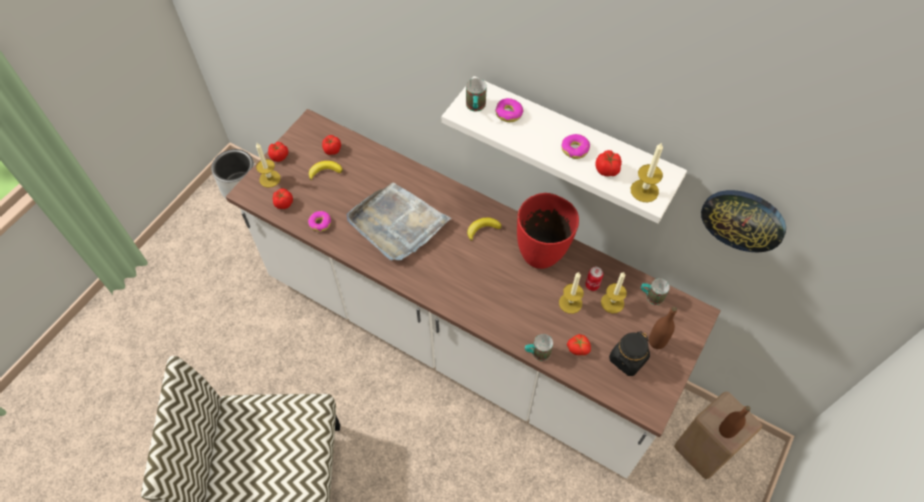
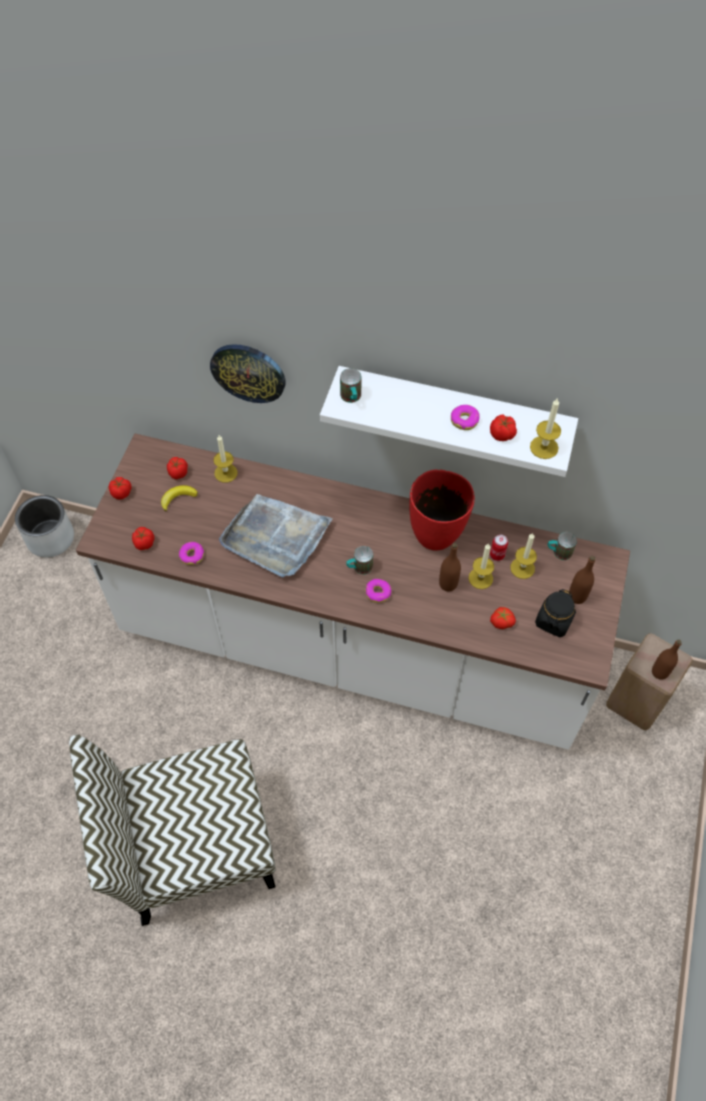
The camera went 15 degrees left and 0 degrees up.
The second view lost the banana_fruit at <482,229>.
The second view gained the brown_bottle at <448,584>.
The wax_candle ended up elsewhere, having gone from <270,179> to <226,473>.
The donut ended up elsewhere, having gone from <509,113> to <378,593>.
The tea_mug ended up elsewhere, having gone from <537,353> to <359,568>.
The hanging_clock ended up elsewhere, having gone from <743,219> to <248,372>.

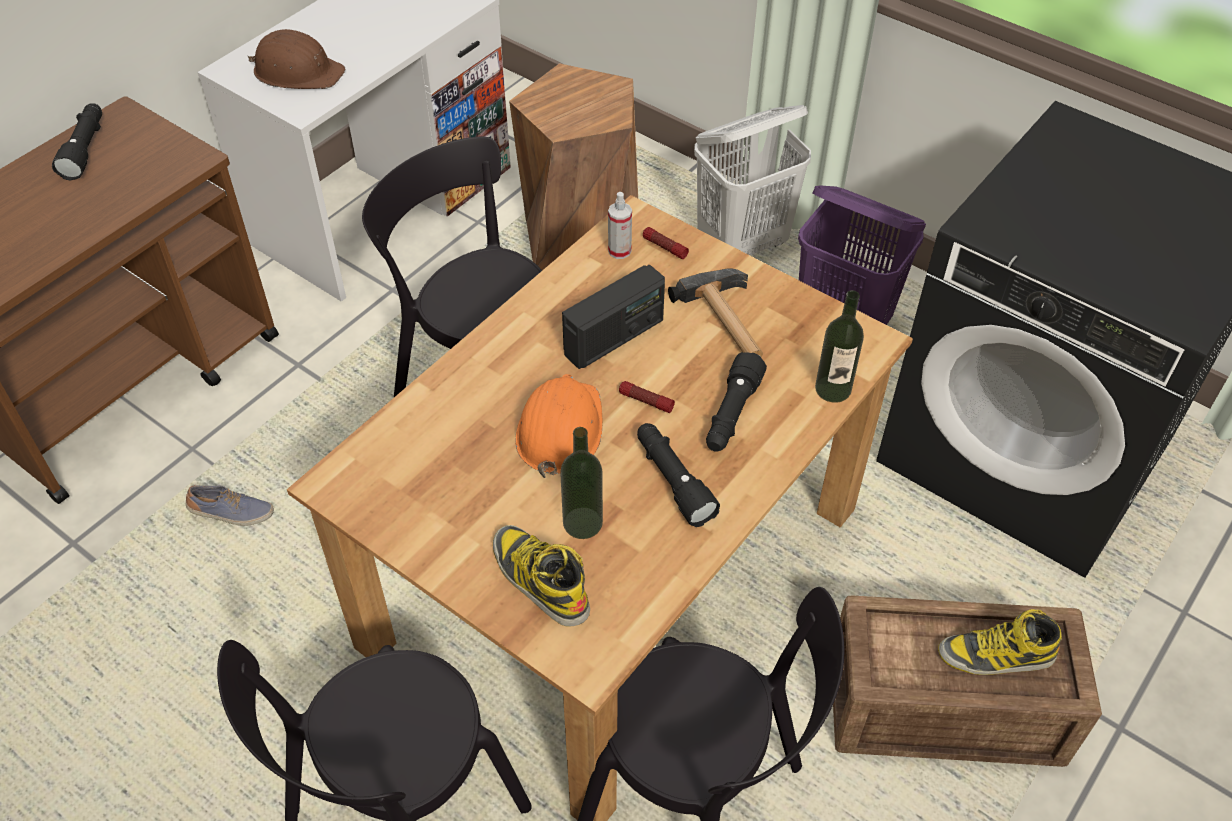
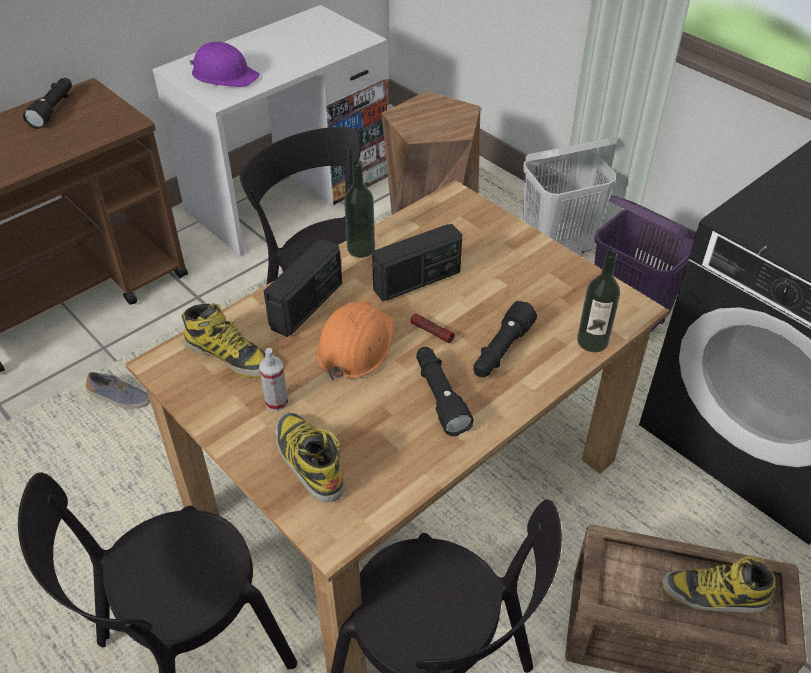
The camera went 10 degrees right and 5 degrees down.
The second view lost the hand_torch at <664,247>.
The second view lost the tool_hammer at <728,323>.
The second view gained the tall_boot at <230,355>.
The second view gained the radio at <307,306>.
The bottle ended up elsewhere, having gone from <582,523> to <361,249>.
The hand_sprayer ended up elsewhere, having gone from <619,251> to <276,402>.
What was the brown_work_helmet at <297,72> turned into the purplish_work_helmet at <224,75>.

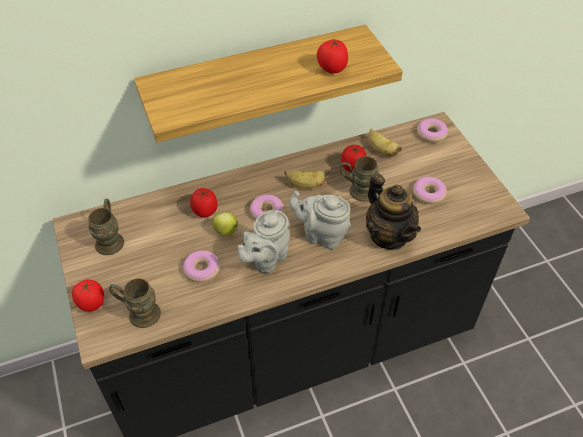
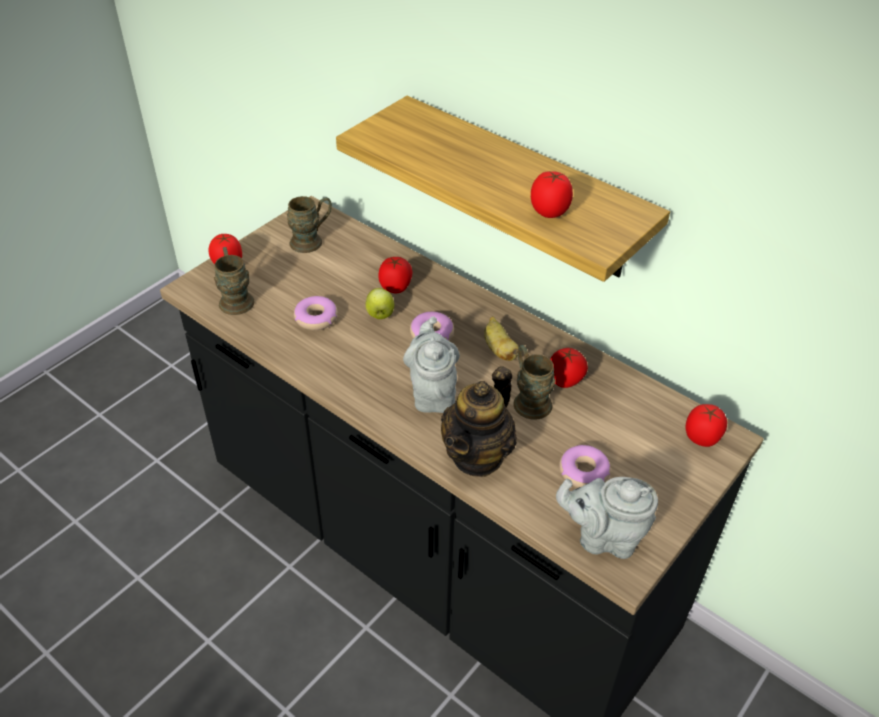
The camera went 60 degrees right and 5 degrees down.
The second view lost the banana_fruit at <381,150>.
The greyish_tea_pot ended up elsewhere, having gone from <265,260> to <603,537>.
Where the donut stood at <431,134>, the whole_tomato came to stand at <702,438>.

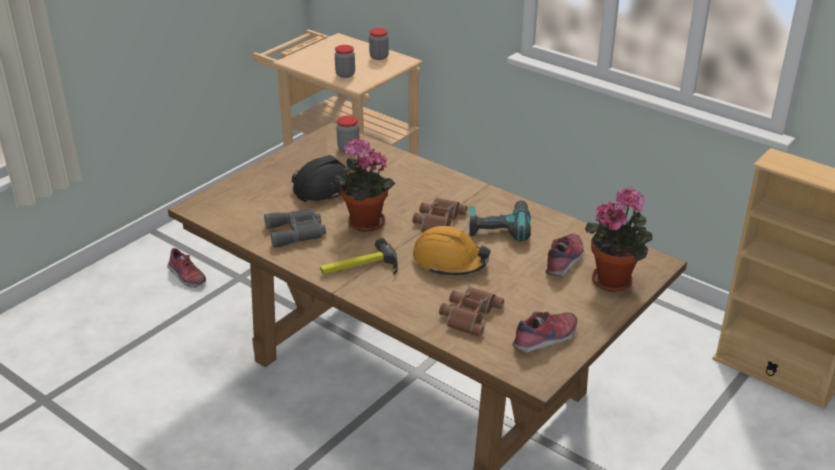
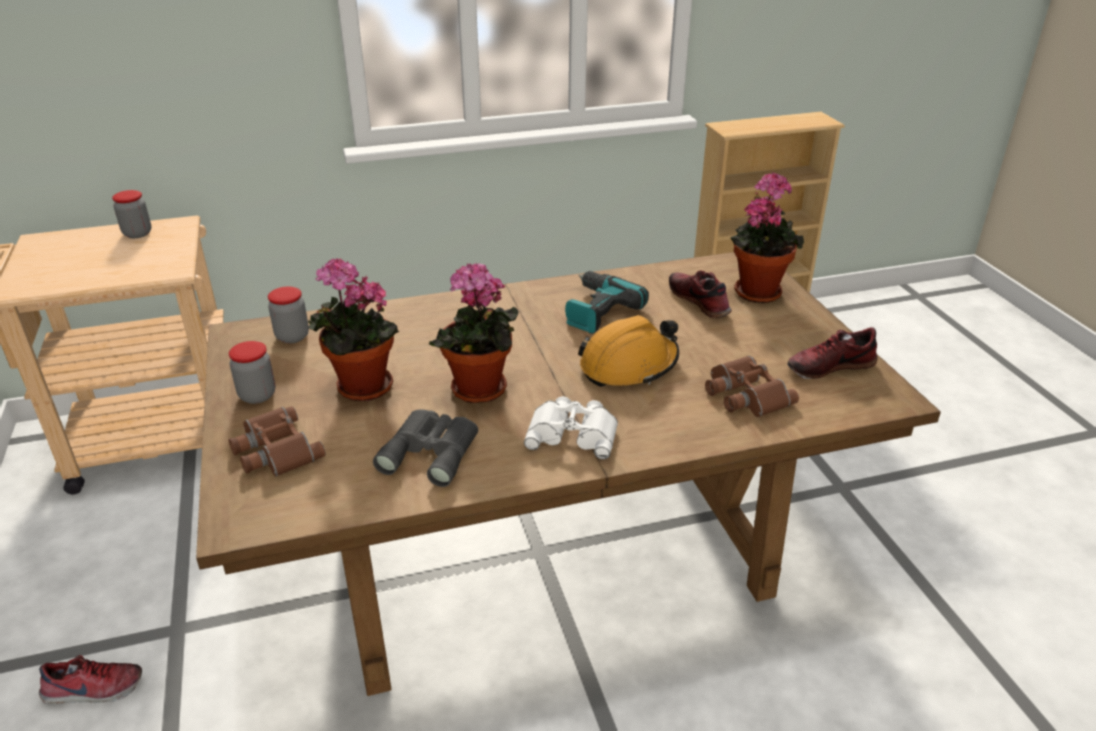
The camera went 55 degrees left and 0 degrees up.
The preserve_jar ended up elsewhere, having gone from <345,74> to <257,395>.
The brown_field_glasses ended up elsewhere, having gone from <438,221> to <274,450>.
Where the black_work_helmet stood at <326,188>, the plant_in_a_pot came to stand at <360,388>.
Where the tool_hammer stood at <359,268>, the white_field_glasses came to stand at <573,433>.
The low_shoe at <546,339> ended up facing another way, 105 degrees counterclockwise from before.

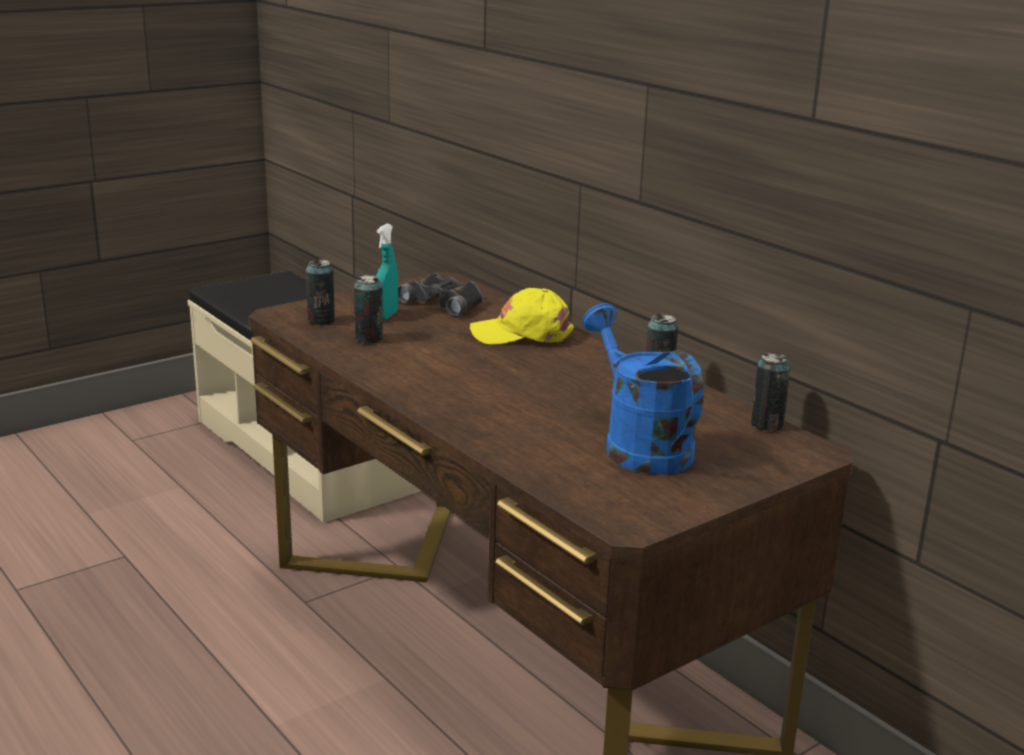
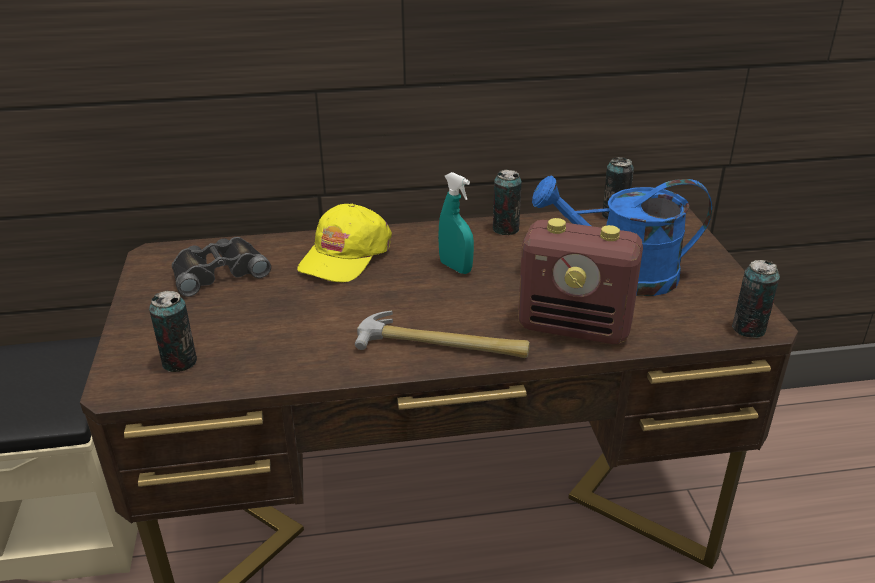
The camera went 60 degrees left and 10 degrees up.
The second view gained the tool_hammer at <442,345>.
The second view gained the radio at <575,327>.
The sealed_can ended up elsewhere, having gone from <368,339> to <748,329>.
The turquoise_hand_sprayer ended up elsewhere, having gone from <386,316> to <455,267>.

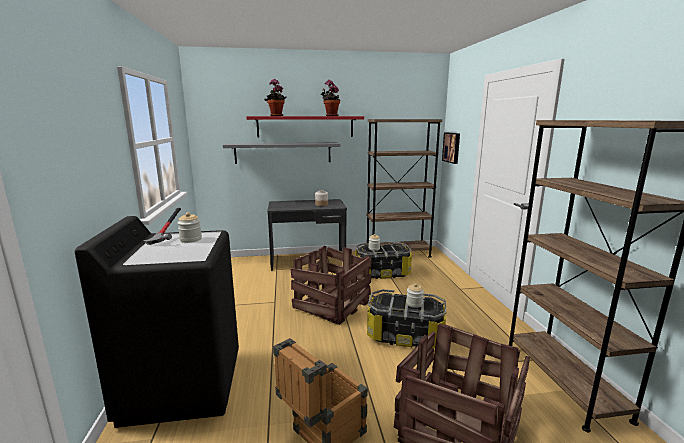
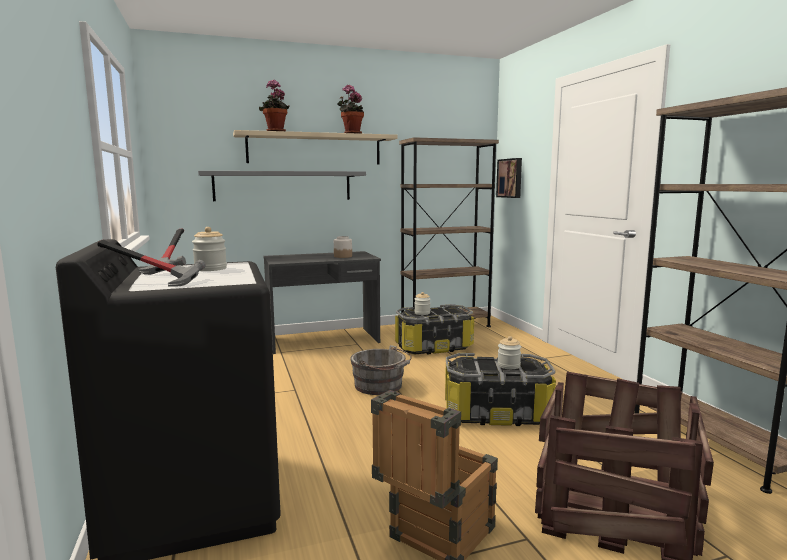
The camera went 10 degrees left and 5 degrees down.
The second view gained the tool_hammer at <158,281>.
Where the packing_crate stood at <332,304>, the greyish_pail came to stand at <381,386>.
What was the red_wall_shelf at <305,126> turned into the beige-coloured_wall_shelf at <315,149>.

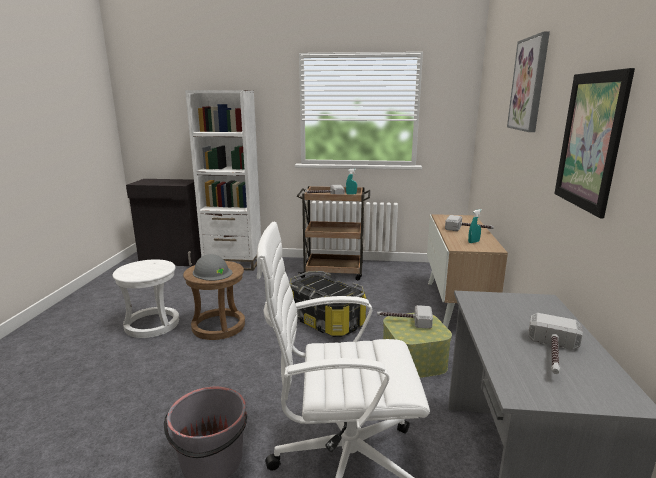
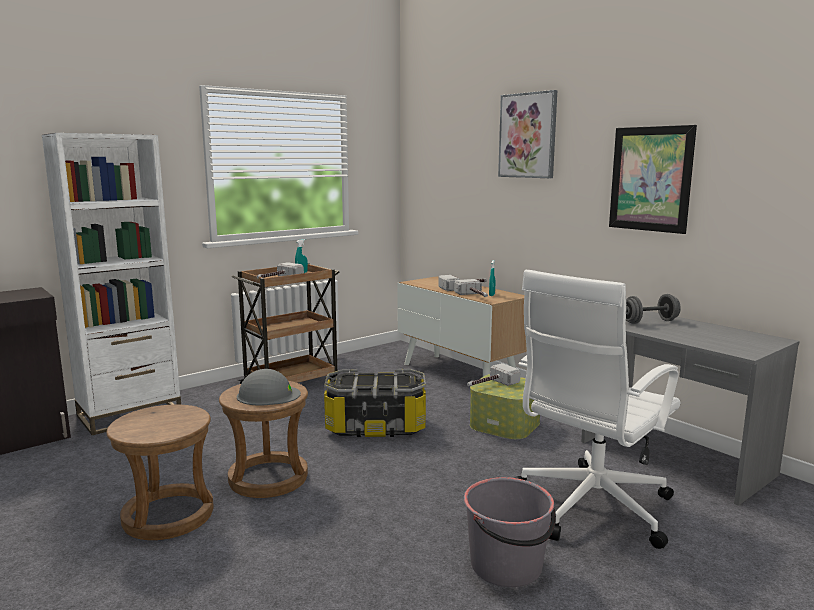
The camera went 45 degrees left and 5 degrees down.
The second view gained the greyish_dumbbell at <649,322>.
The tool_hammer ended up elsewhere, having gone from <553,356> to <474,296>.
What was the white_stool at <152,324> turned into the brown_stool at <169,515>.

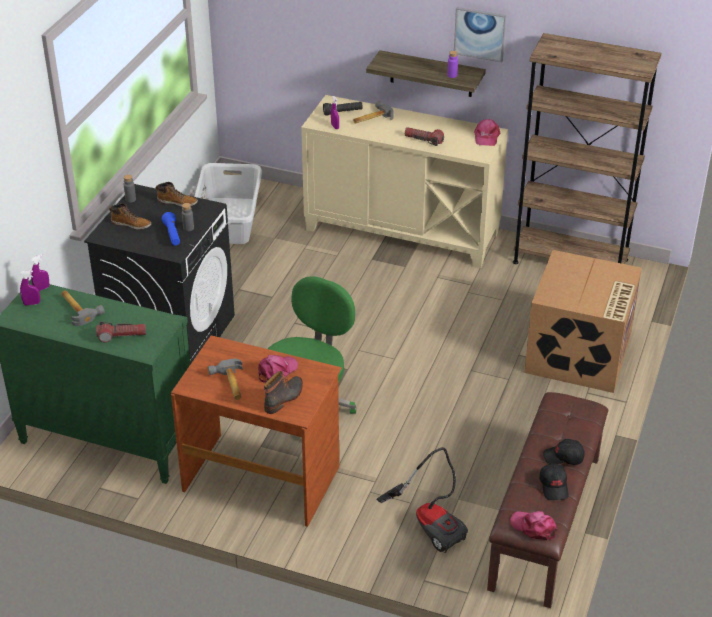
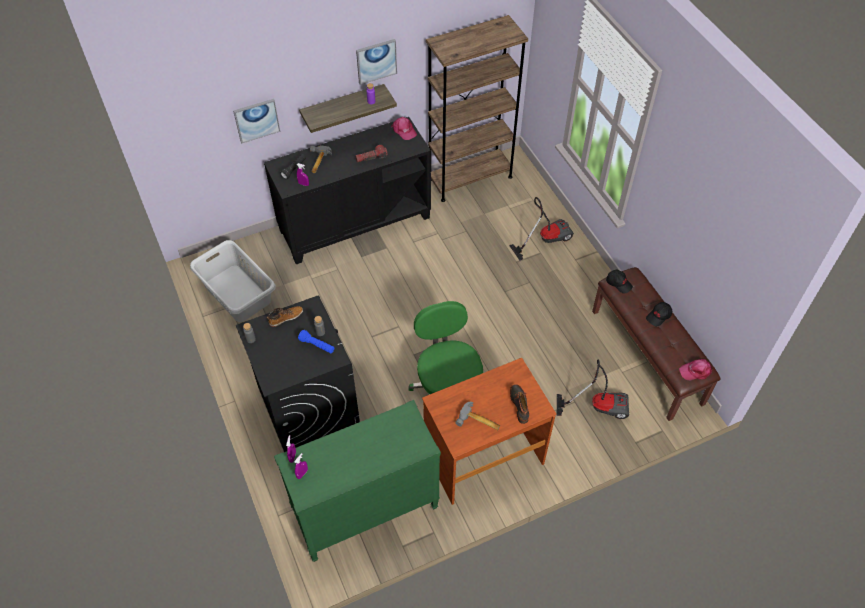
The camera went 45 degrees left and 15 degrees up.
The second view lost the tool_hammer at <79,308>.
The second view lost the hand_torch at <122,336>.
The second view lost the tall_boot at <131,224>.
The second view lost the pink_peaked_cap at <277,371>.
The second view gained the picture at <256,120>.
The black_peaked_cap ended up elsewhere, having gone from <554,486> to <619,283>.
Where the packing_box stood at <579,355>, the vacuum came to stand at <545,238>.
What was the beige-coloured_storage_cabinet at <402,231> turned into the black_storage_cabinet at <354,223>.

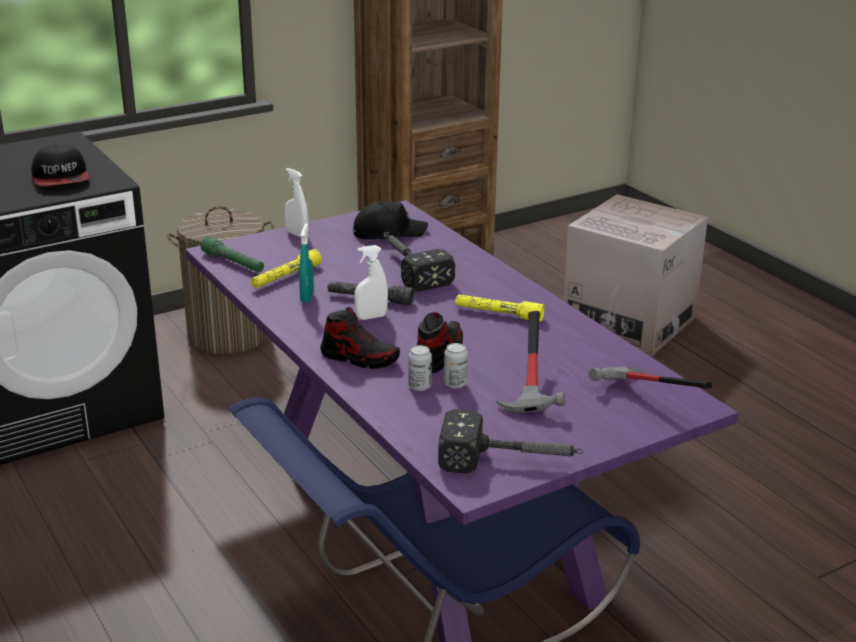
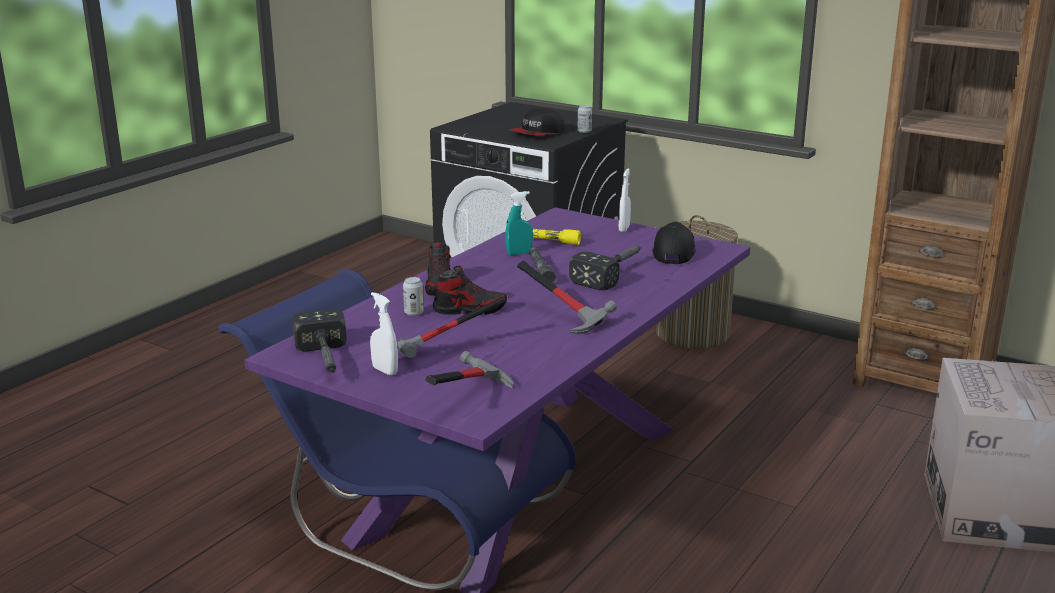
The camera went 65 degrees right and 5 degrees down.
The second view lost the greenish_hand_torch at <233,263>.
The white_hand_sprayer ended up elsewhere, having gone from <371,317> to <385,370>.
The sealed_can ended up elsewhere, having gone from <455,384> to <584,131>.
Where the yellow-coloured_hand_torch stood at <498,314>, the tool_hammer came to stand at <567,316>.
The black_peaked_cap at <388,232> ended up facing another way, 135 degrees counterclockwise from before.

